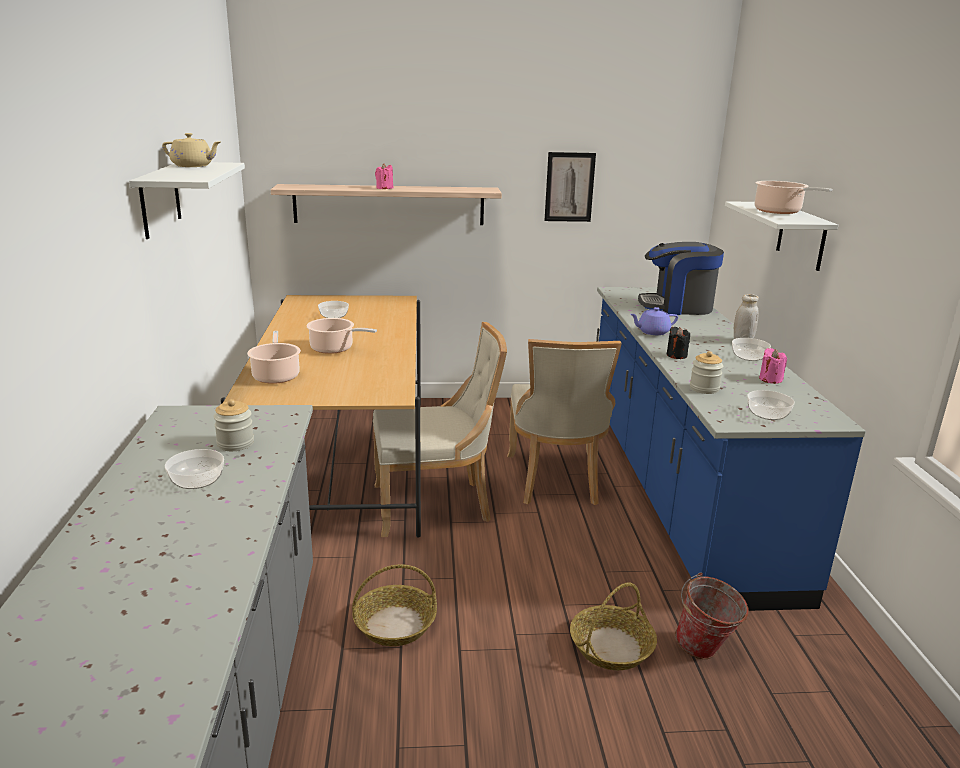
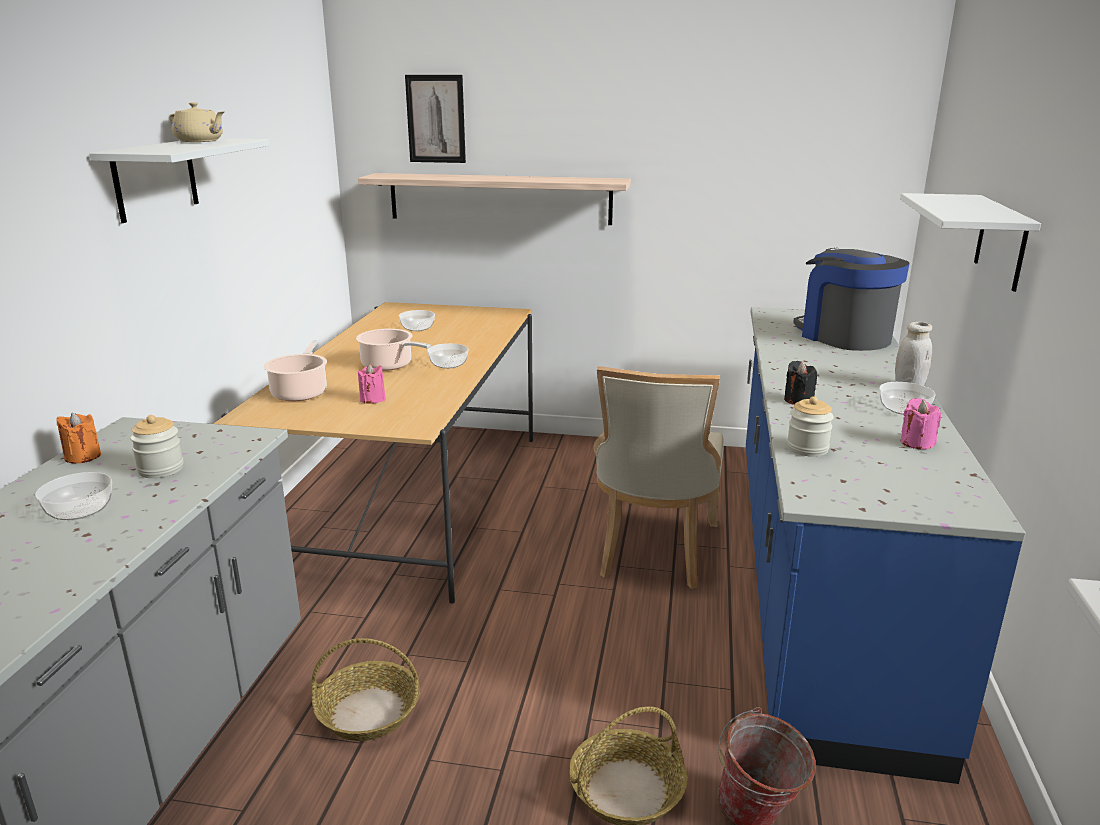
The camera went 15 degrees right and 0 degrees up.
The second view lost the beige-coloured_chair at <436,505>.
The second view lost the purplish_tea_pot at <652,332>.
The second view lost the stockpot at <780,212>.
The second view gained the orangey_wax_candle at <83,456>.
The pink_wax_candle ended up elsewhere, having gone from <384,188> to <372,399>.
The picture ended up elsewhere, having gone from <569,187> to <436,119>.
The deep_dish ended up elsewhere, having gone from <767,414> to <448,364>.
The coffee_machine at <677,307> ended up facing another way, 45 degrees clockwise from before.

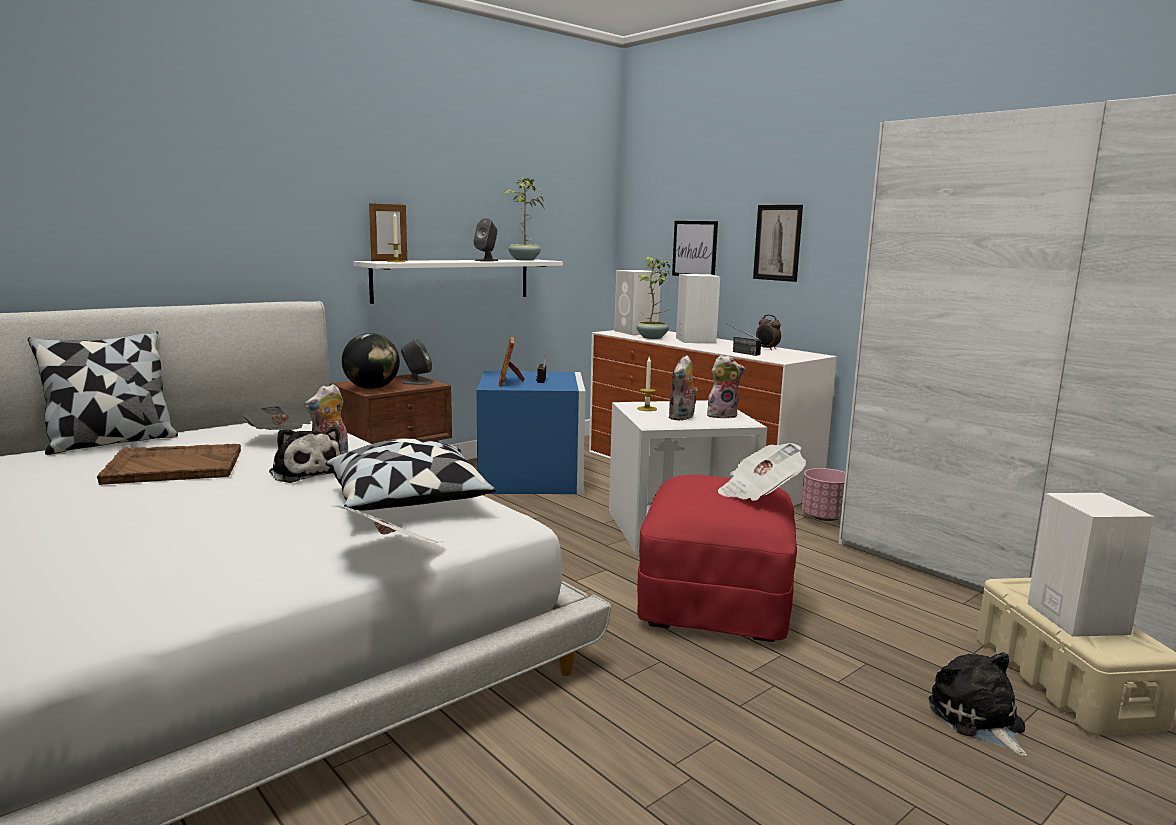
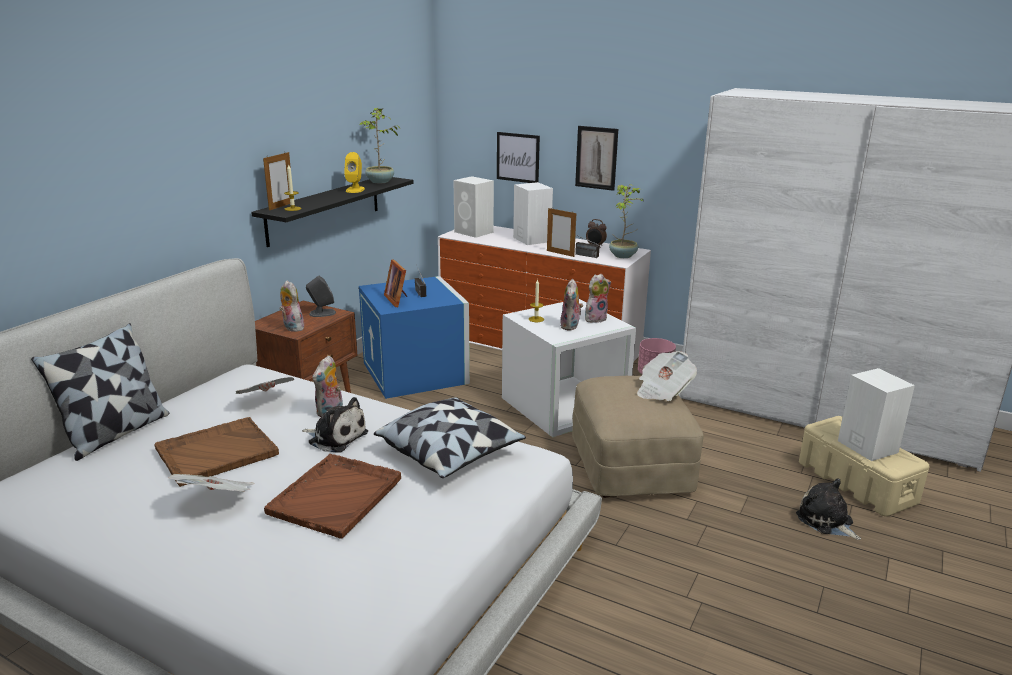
The camera went 20 degrees left and 10 degrees up.
The second view gained the brown_carrying_tray at <336,495>.
The second view gained the standing_frame at <560,253>.
The daily_paper ended up elsewhere, having gone from <390,552> to <217,500>.
The plant_in_a_pot ended up elsewhere, having gone from <653,337> to <623,256>.
Where the world_globe stood at <372,388>, the cuddly_toy came to stand at <291,327>.
What was the white_wall_shelf at <453,280> turned into the black_wall_shelf at <324,209>.
What was the greyish_loudspeaker at <486,260> turned into the yellow-coloured_loudspeaker at <355,190>.
What was the red_ottoman at <714,599> turned into the beige-coloured_ottoman at <629,465>.

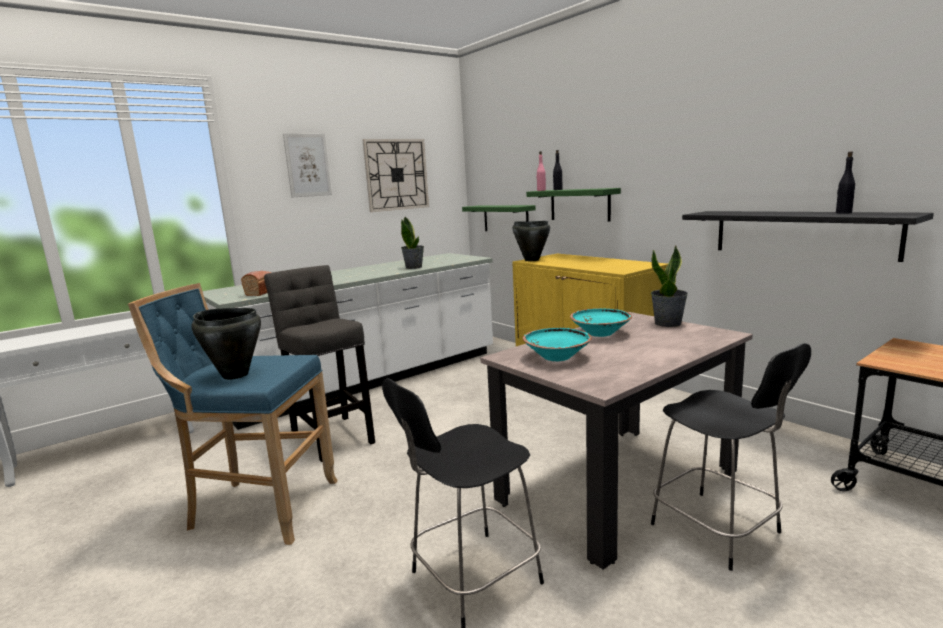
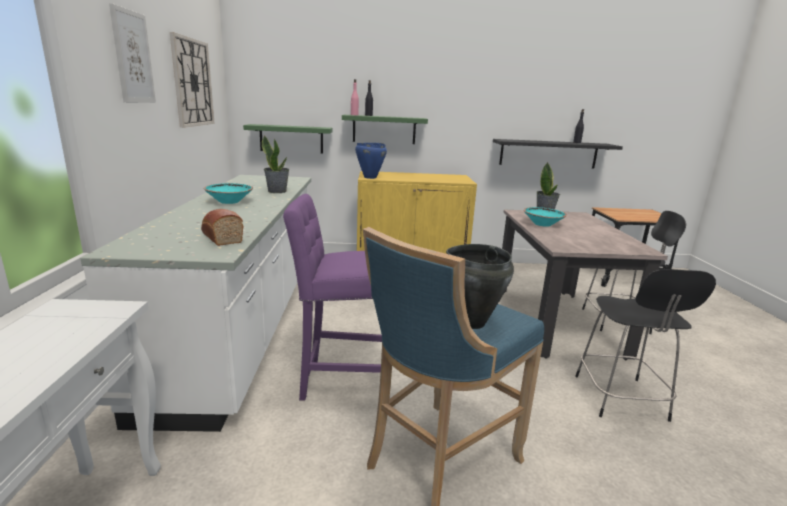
The camera went 55 degrees left and 5 degrees up.
The turquoise_deep_dish ended up elsewhere, having gone from <557,357> to <229,201>.
What was the greyish_stool at <332,436> turned into the purplish_stool at <341,381>.
What was the black_stockpot at <531,260> turned into the bluish_stockpot at <370,177>.

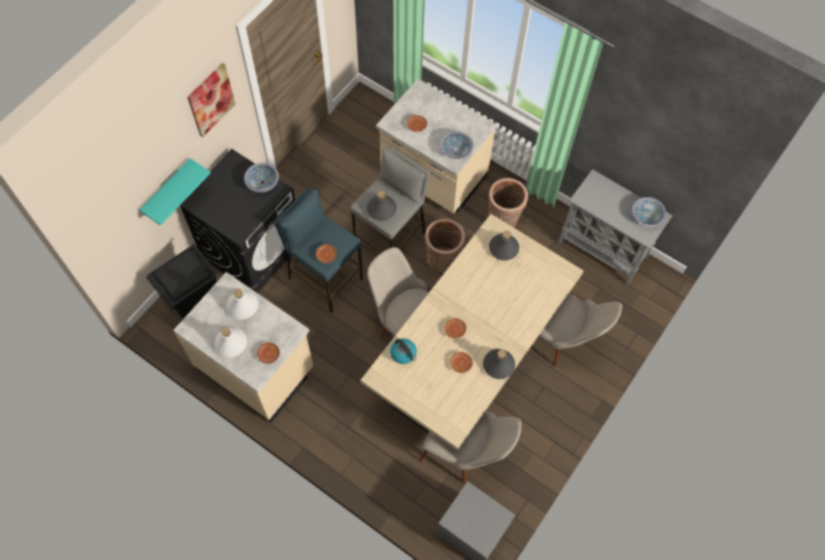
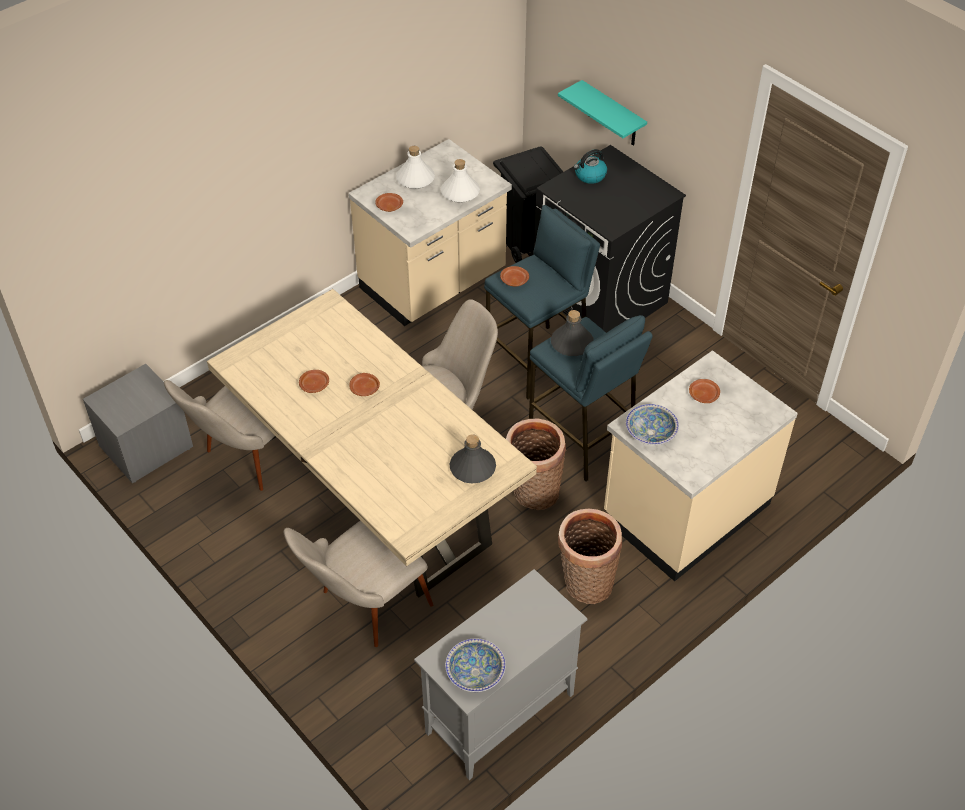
The camera went 105 degrees right and 15 degrees down.
The second view lost the picture at <210,100>.
The second view lost the deep_dish at <262,182>.
The second view lost the greyish_bottle at <498,365>.
The water_kettle ended up elsewhere, having gone from <403,353> to <590,176>.
What was the greyish_stool at <391,240> turned into the bluish_stool at <582,440>.

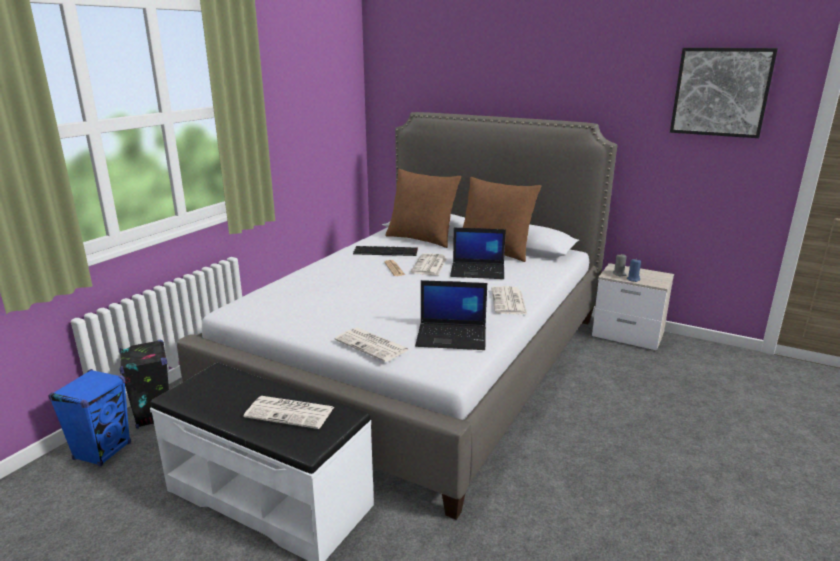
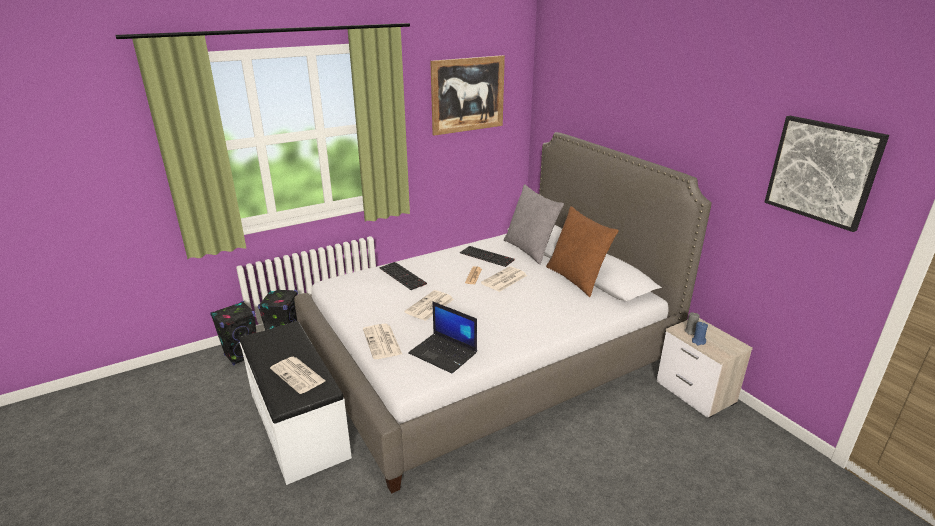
The camera went 30 degrees right and 5 degrees up.
The second view lost the portable_computer at <478,271>.
The second view gained the PC_keyboard at <403,276>.
The second view gained the picture at <468,94>.
The daily_paper ended up elsewhere, having gone from <509,301> to <429,306>.
What was the bluish_loudspeaker at <103,451> turned into the black_loudspeaker at <242,355>.
What was the brown_throw_pillow at <422,239> turned into the greyish_throw_pillow at <530,250>.

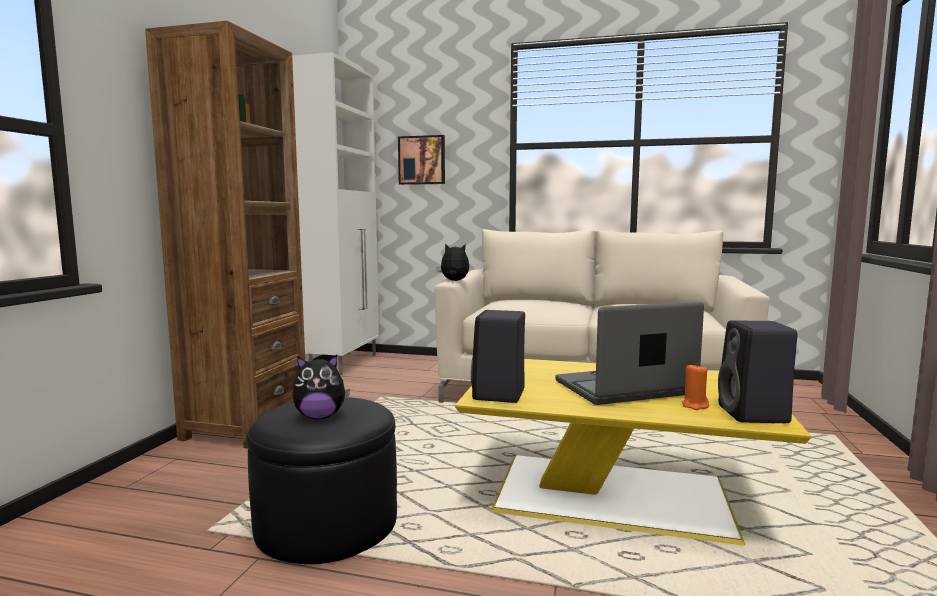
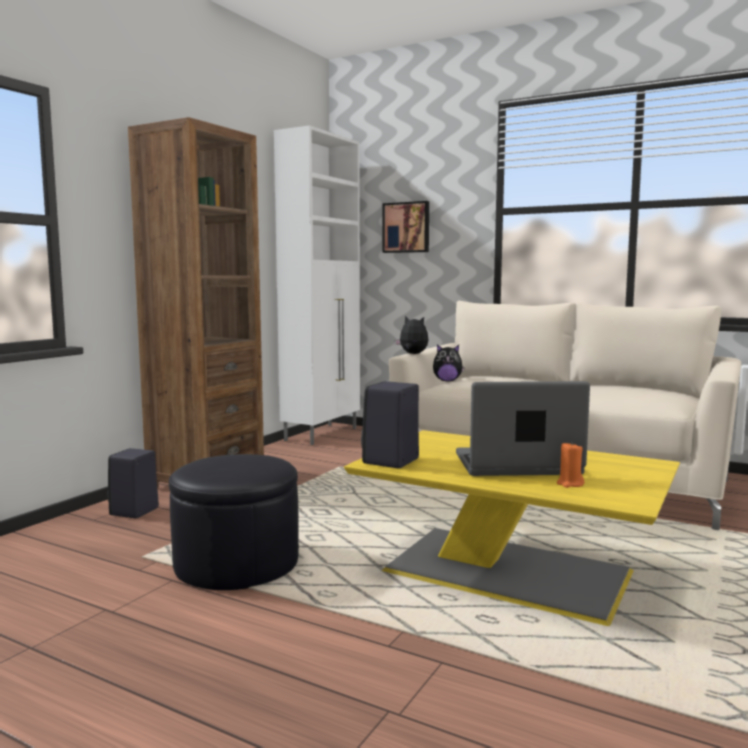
The camera went 15 degrees right and 0 degrees up.
The cuddly_toy ended up elsewhere, having gone from <320,416> to <447,381>.
The black_loudspeaker ended up elsewhere, having gone from <754,415> to <133,512>.

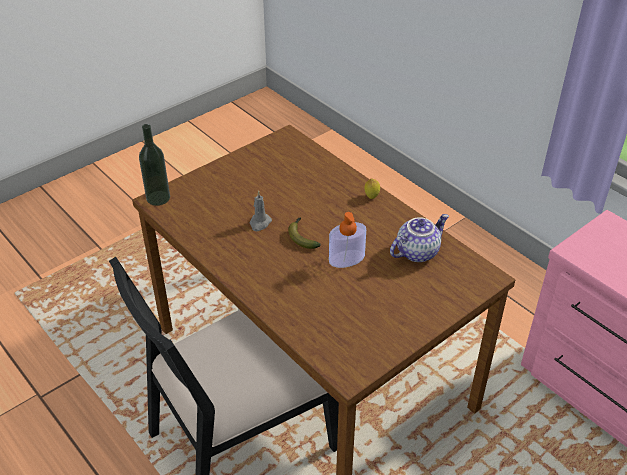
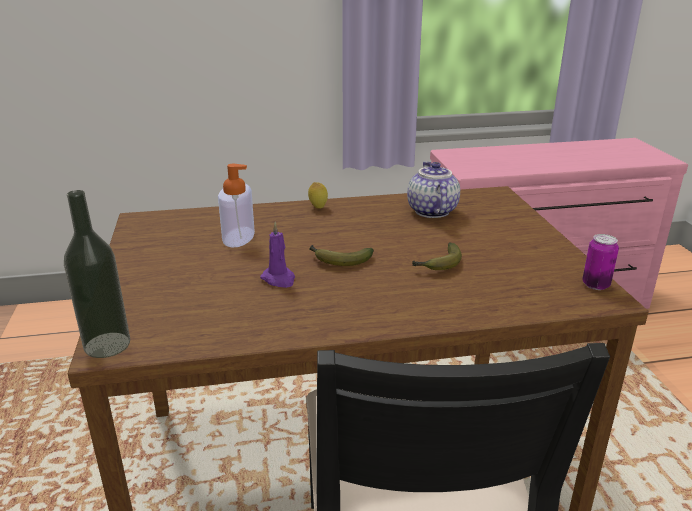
The camera went 60 degrees left and 15 degrees down.
The second view gained the banana_fruit at <439,265>.
The second view gained the sealed_can at <595,285>.
The liquid_soap_bottle ended up elsewhere, having gone from <346,259> to <238,237>.
What was the greyish_wax_candle at <260,223> turned into the purplish_wax_candle at <279,279>.

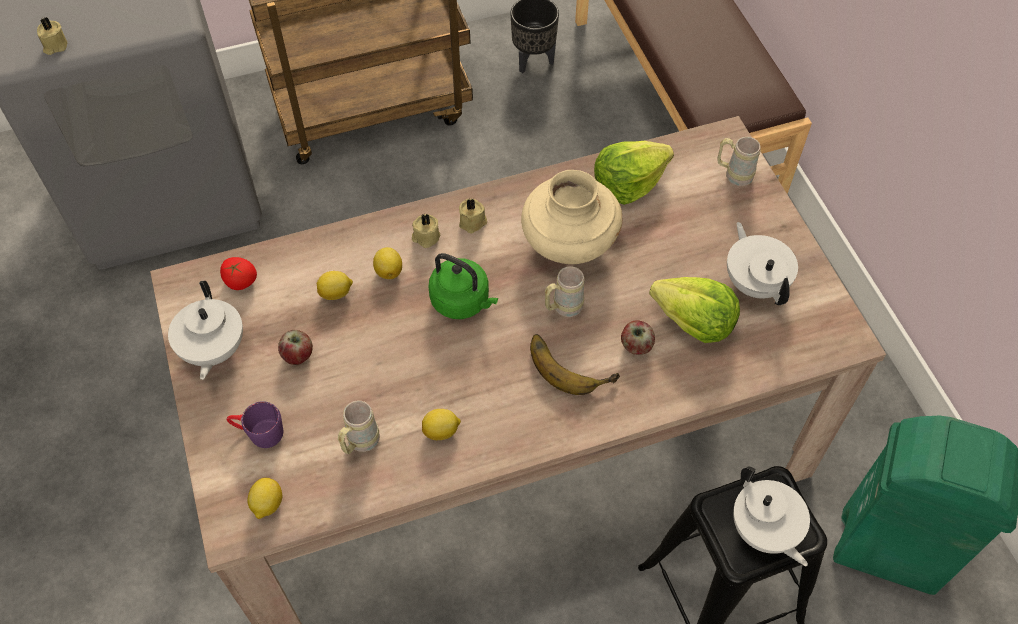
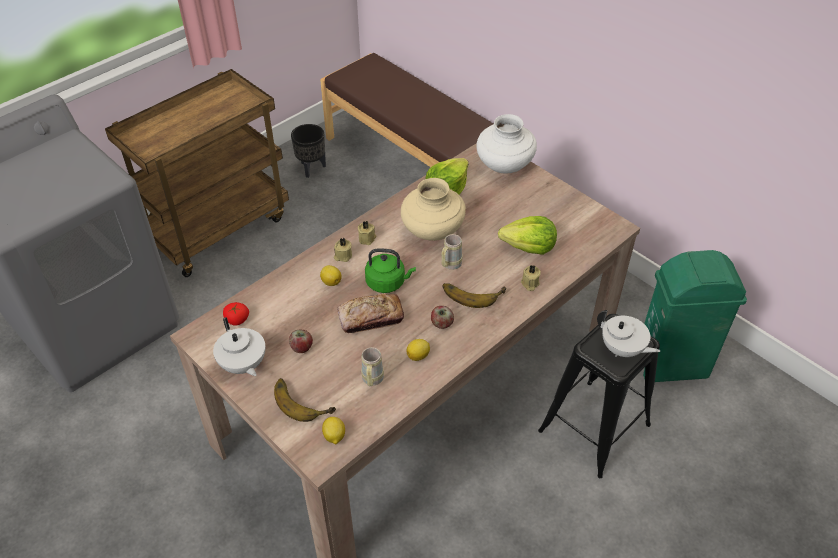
The camera went 25 degrees left and 10 degrees down.
The second view lost the citrus_fruit at <336,293>.
The second view lost the white_tea_pot at <755,283>.
The second view gained the bread at <371,318>.
The beige-coloured_wax_candle ended up elsewhere, having gone from <55,46> to <529,284>.
The apple ended up elsewhere, having gone from <636,346> to <441,324>.
Where the purplish_tea_mug stood at <258,433>, the banana_fruit came to stand at <303,399>.
Where the beige-coloured_tea_mug stood at <733,174>, the white_decorative_vase came to stand at <504,166>.

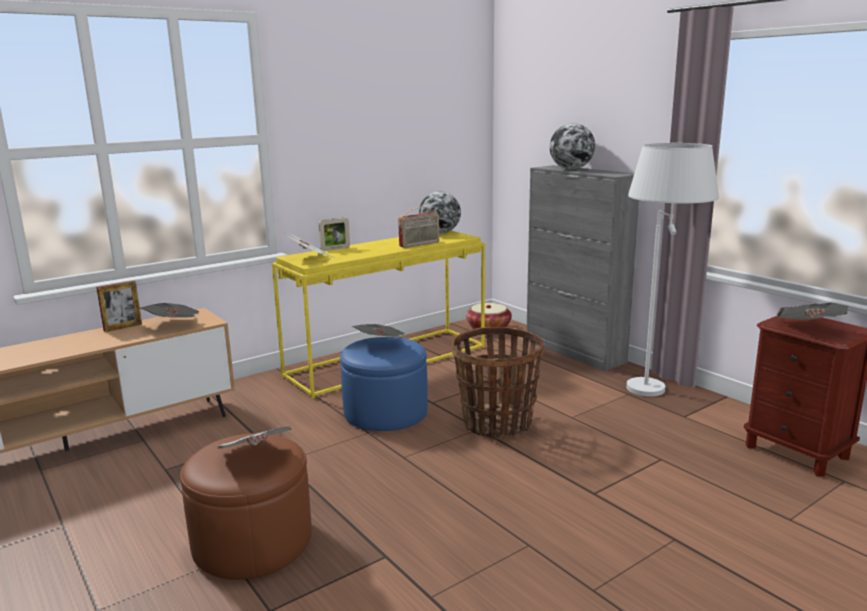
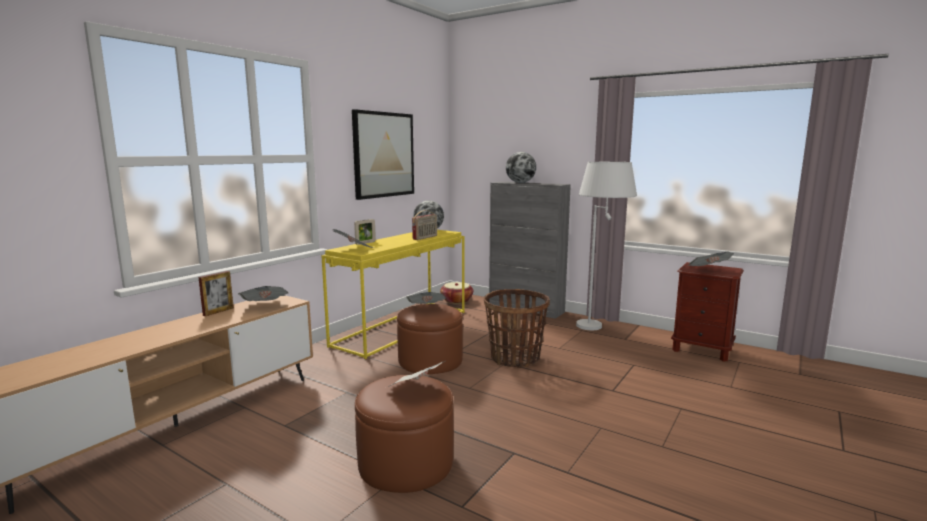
The camera went 20 degrees left and 5 degrees down.
The second view gained the picture at <383,155>.
What was the bluish_ottoman at <385,412> turned into the brown_ottoman at <430,361>.

